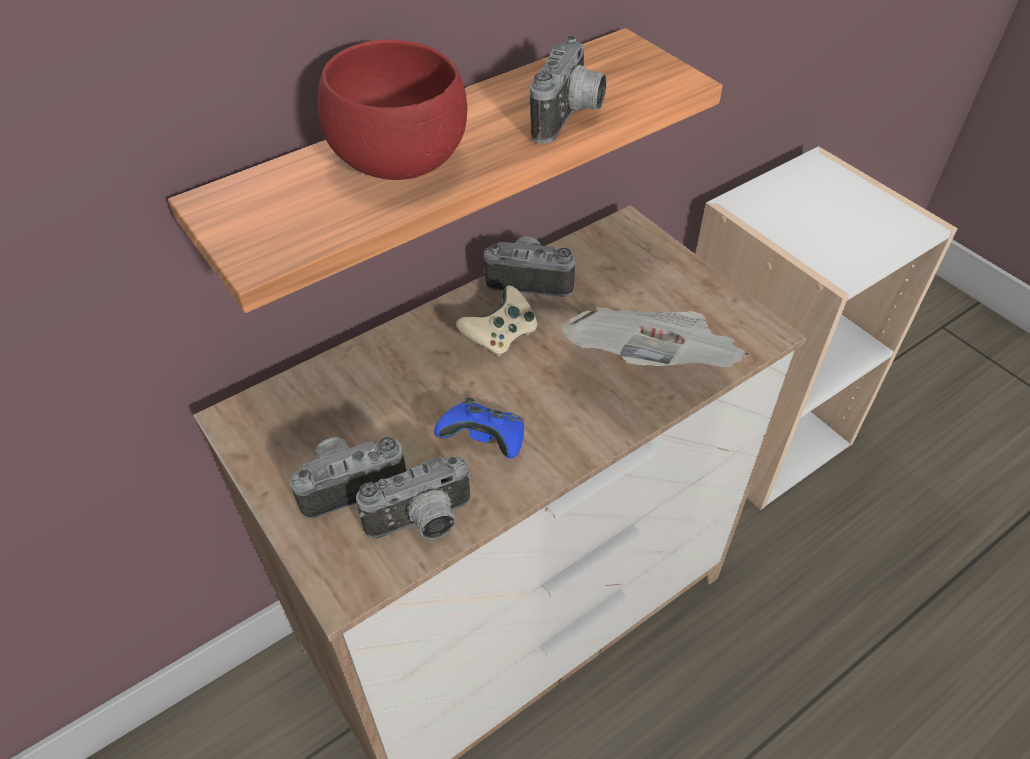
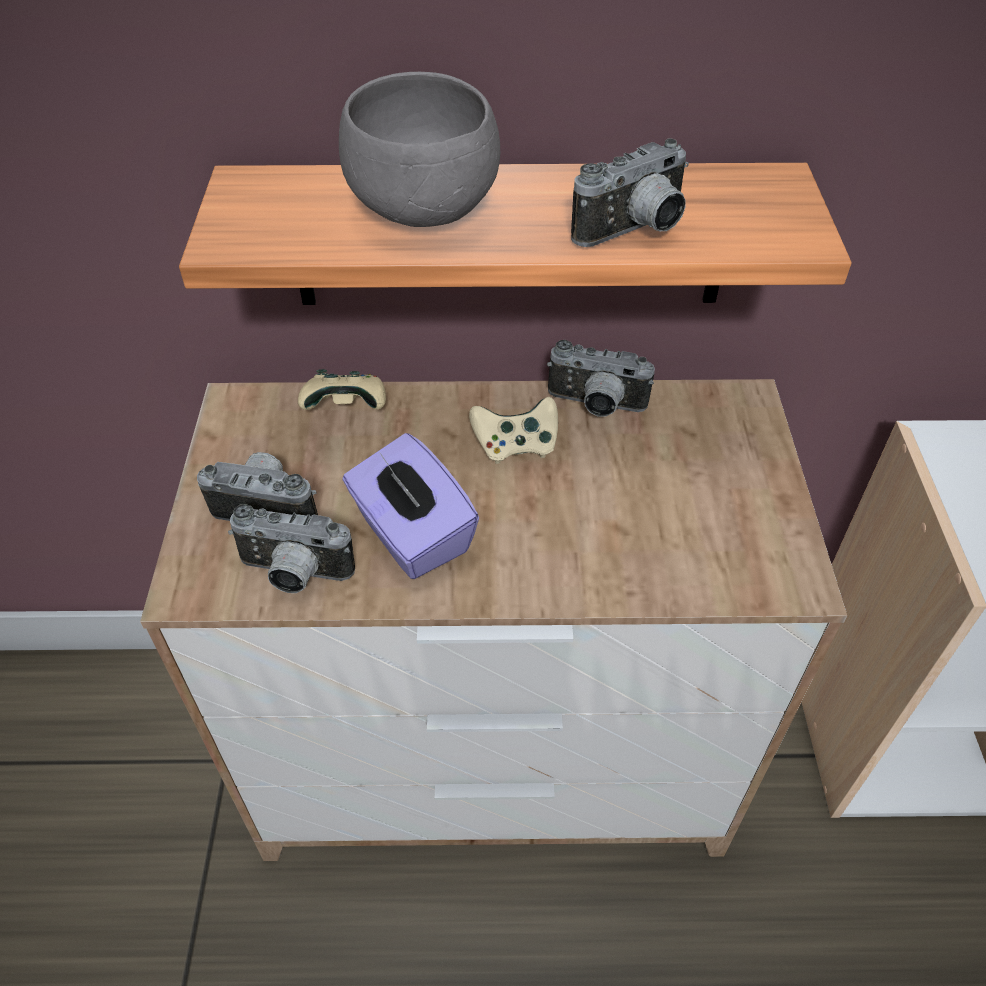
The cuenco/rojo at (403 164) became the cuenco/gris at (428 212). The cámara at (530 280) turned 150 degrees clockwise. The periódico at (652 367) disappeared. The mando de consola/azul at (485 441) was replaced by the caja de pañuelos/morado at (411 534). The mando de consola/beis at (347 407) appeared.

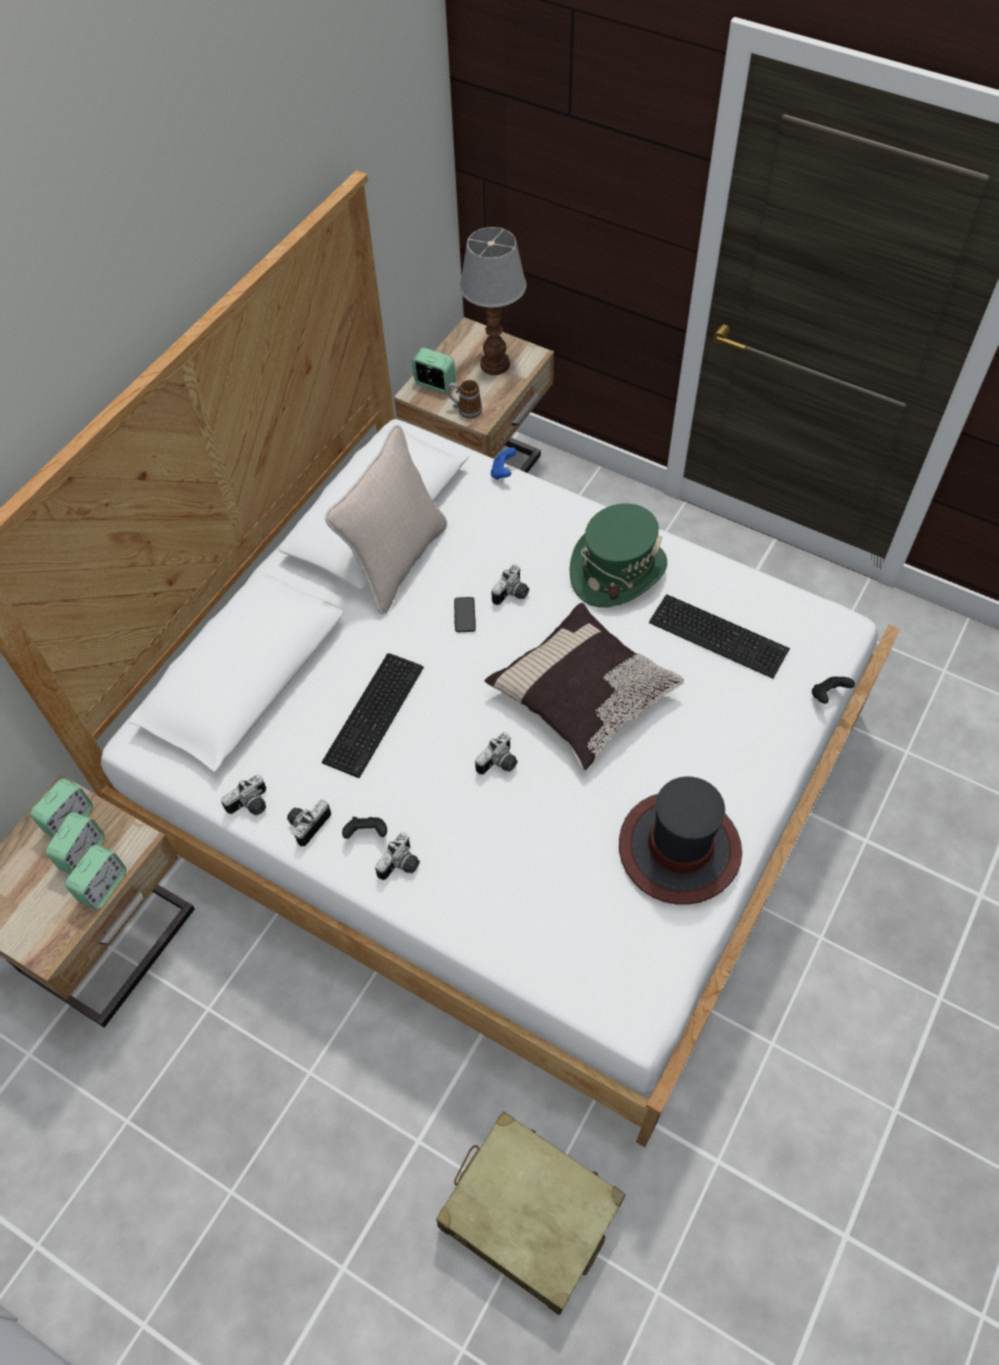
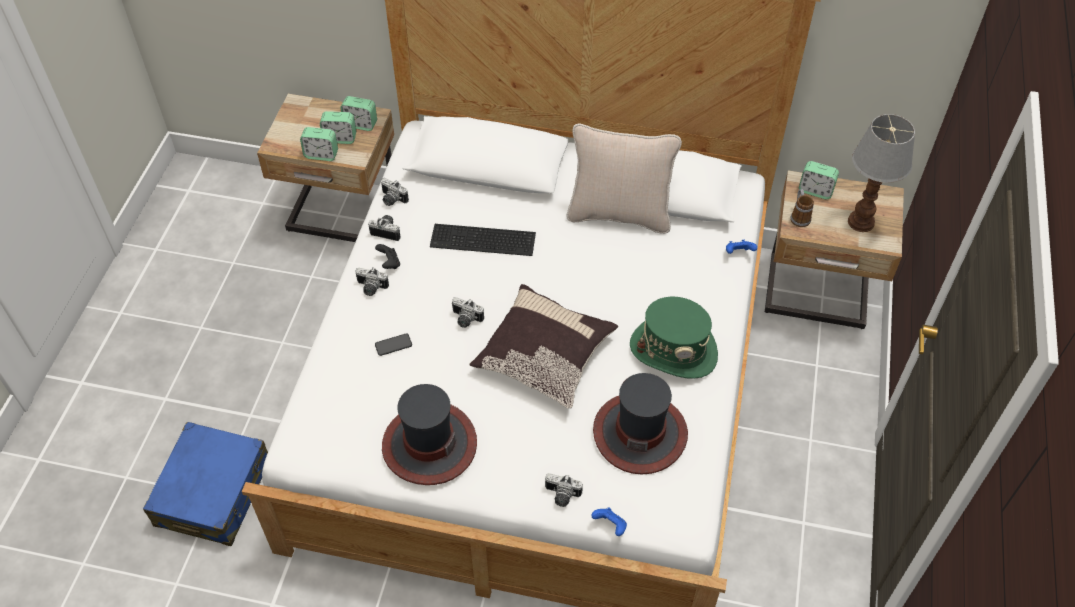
The despertador at (435 384) turned 105 degrees clockwise. The cámara moved from (512 594) to (561 496). The teclado at (718 633) was replaced by the sombrero at (640 433). The móvil moved from (464 615) to (393 345). The mando de consola/negro at (827 695) became the mando de consola/azul at (610 526). The maleta/beis at (529 1215) became the maleta/azul at (214 493).

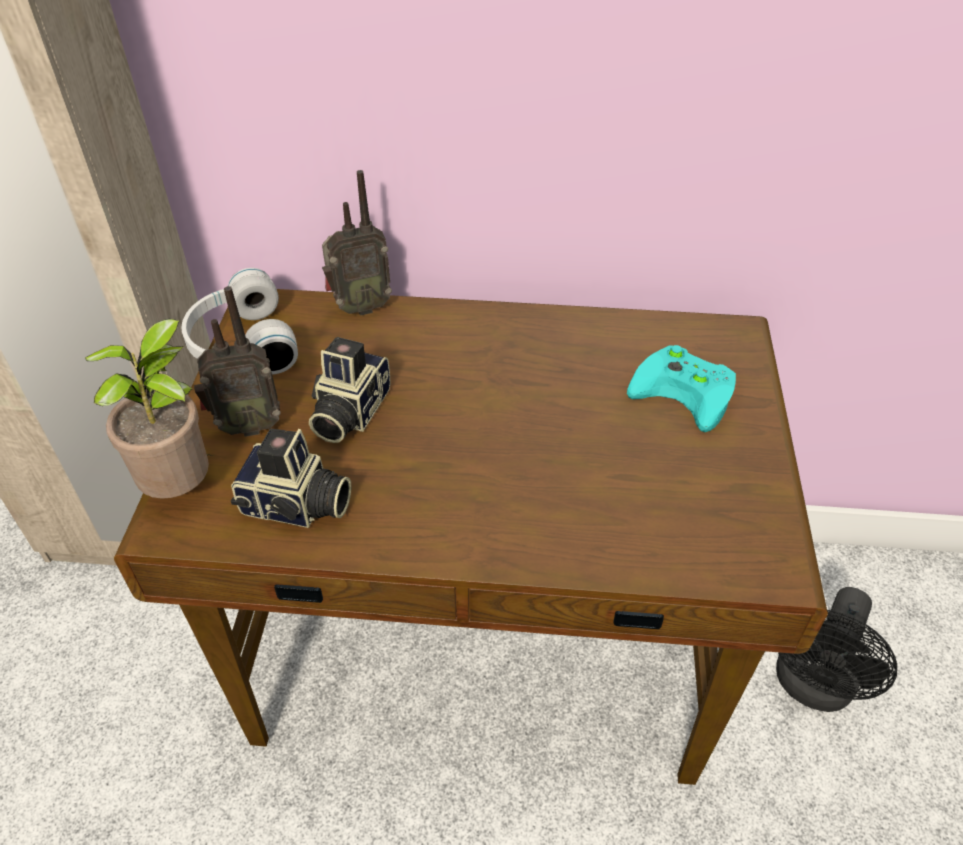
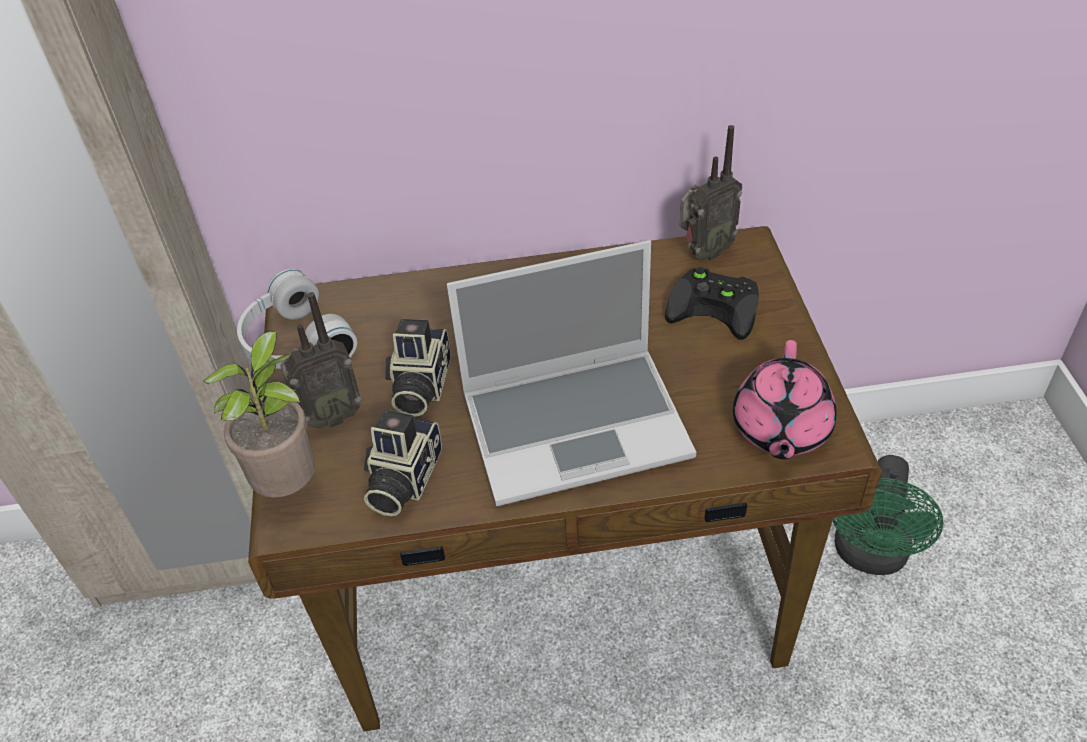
The radio moved from (359 307) to (704 253). The mando de consola/turquesa at (687 391) became the mando de consola/negro at (717 306). The cámara at (296 507) turned 105 degrees clockwise. The ventilador/negro at (812 687) became the ventilador/verde at (870 556). The portátil at (577 424) appeared. The tetera/rosa at (780 429) appeared.

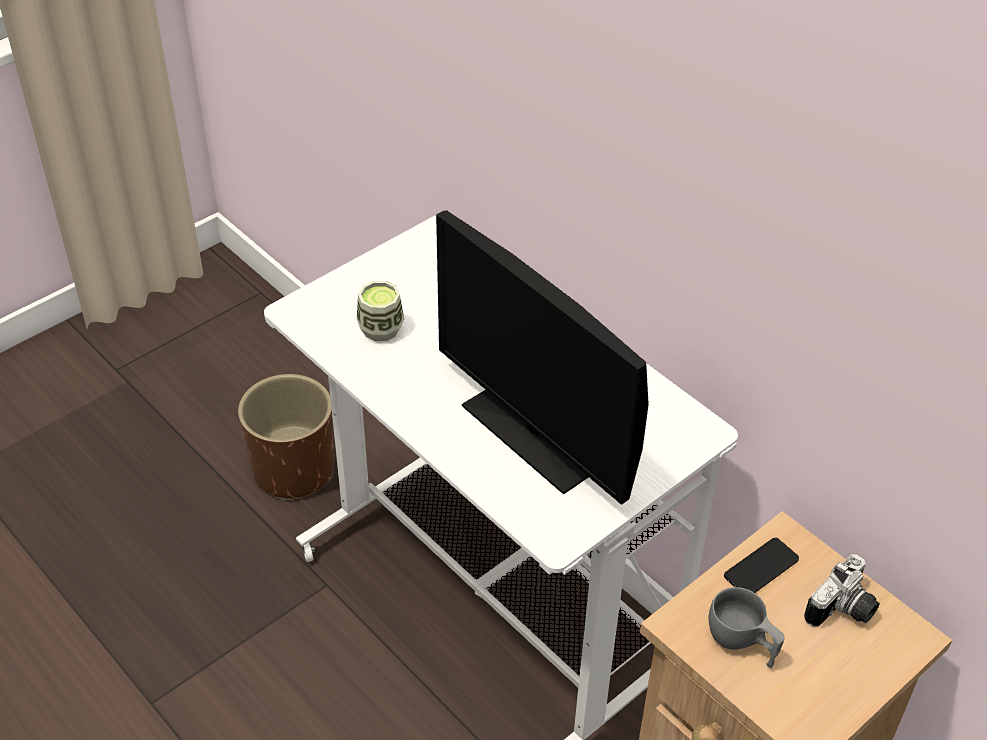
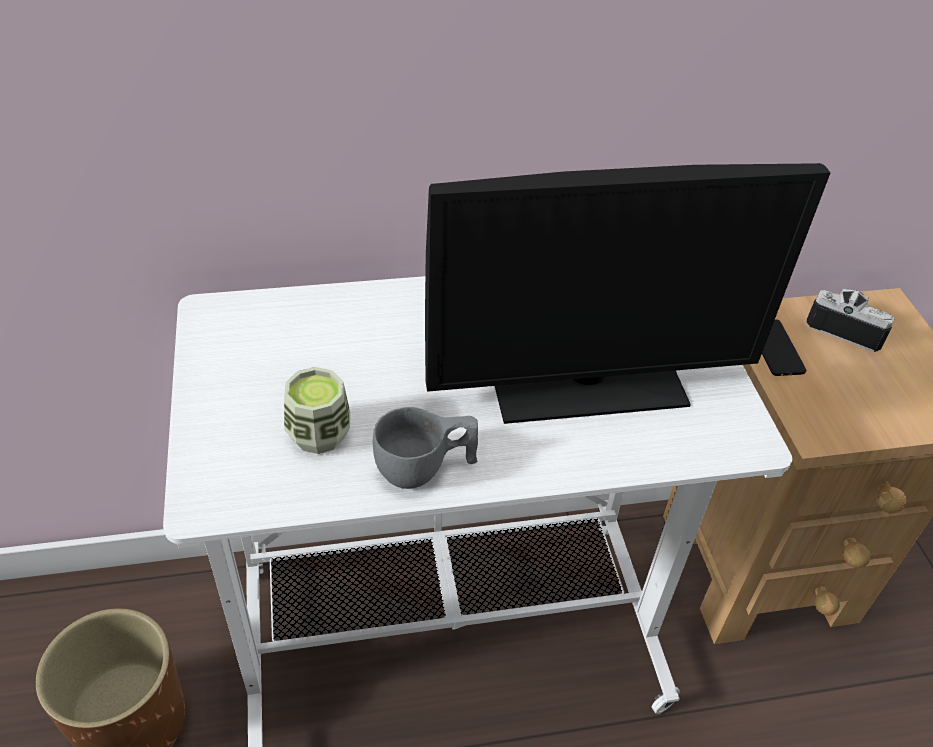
The cámara at (844 611) turned 45 degrees counterclockwise. The taza/gris moved from (741 643) to (425 469).

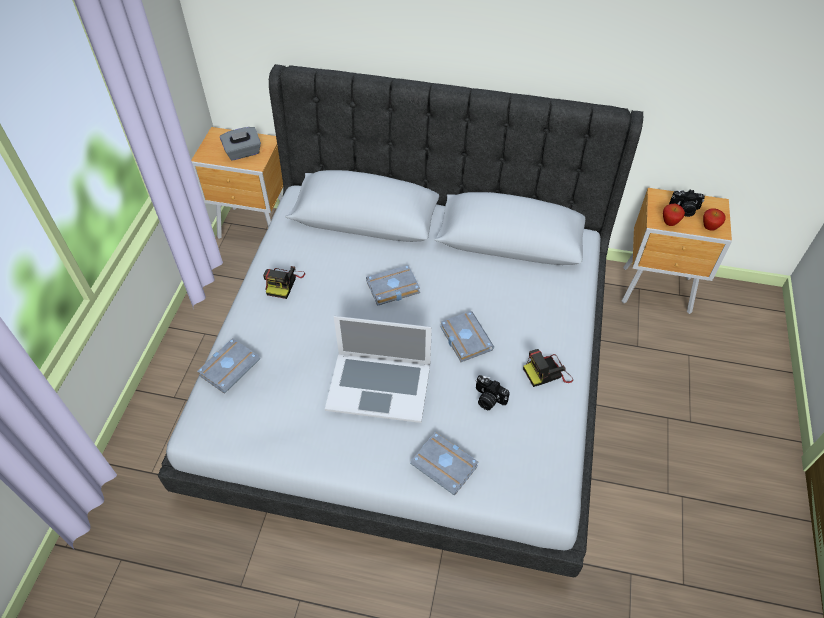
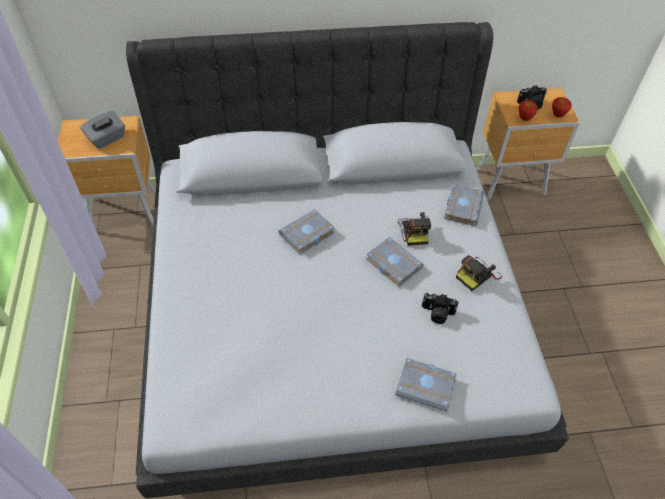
The cámara moved from (284 283) to (414 230). The portátil at (379 386) disappeared. The libro/gris moved from (229 366) to (462 206).

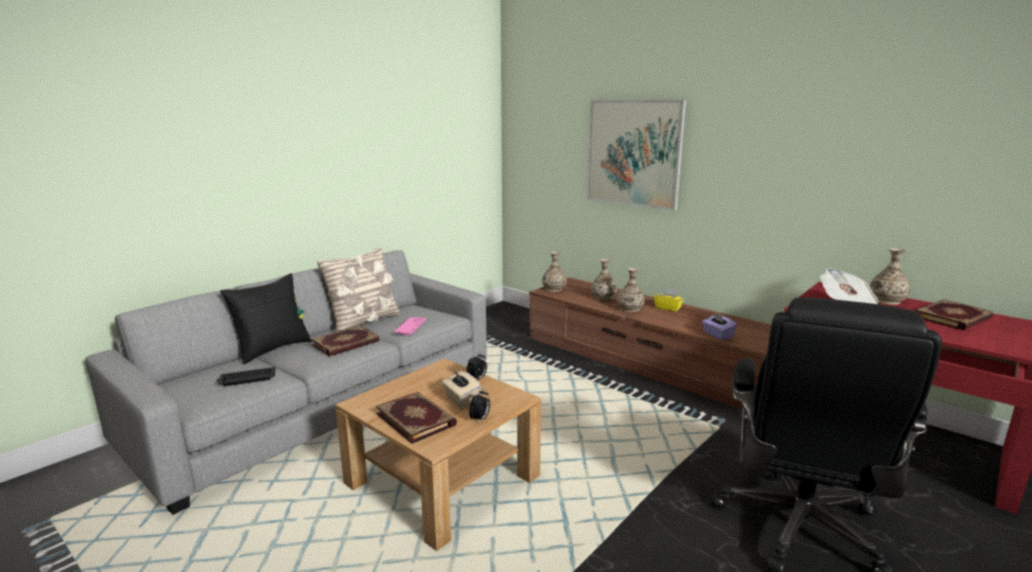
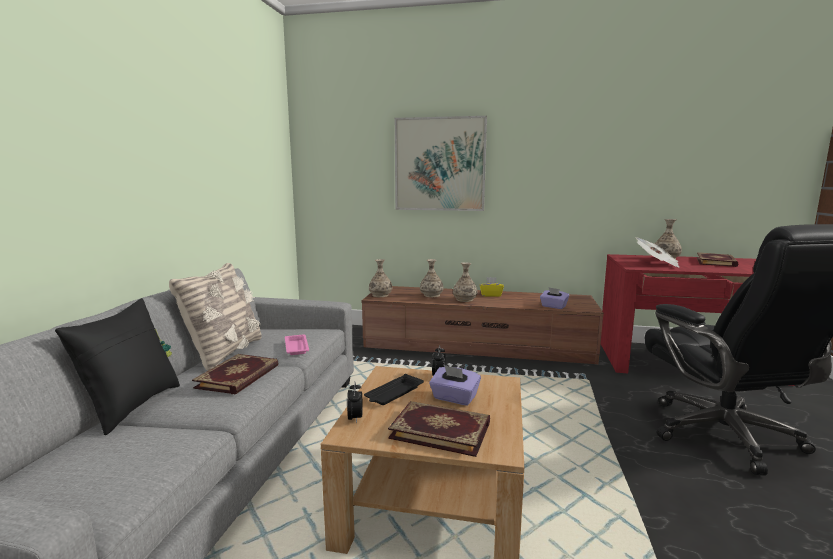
The bandeja/negro moved from (246 380) to (393 394). The caja de pañuelos/beis at (461 399) became the caja de pañuelos/morado at (454 398). The despertador moved from (480 419) to (355 419).

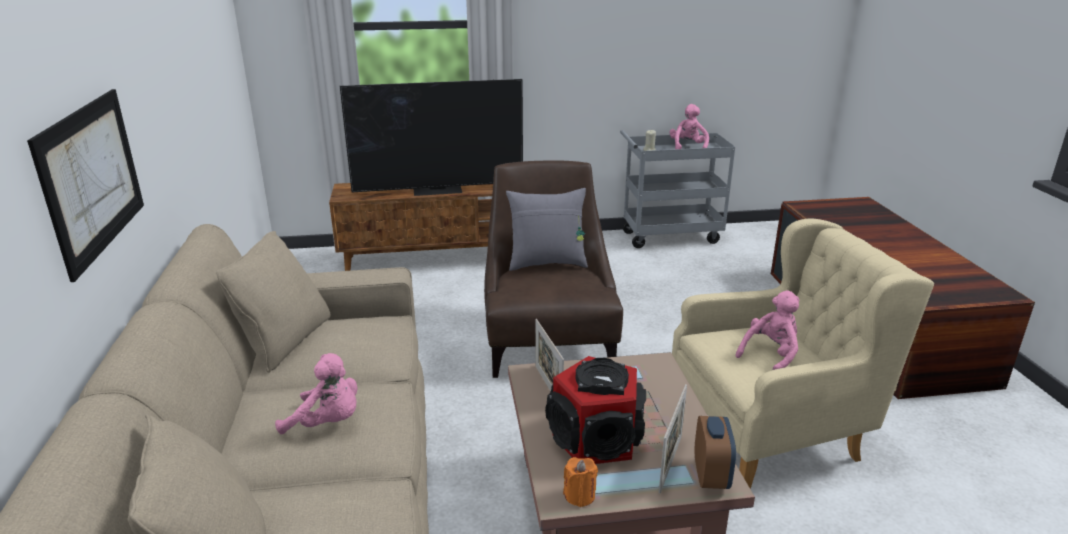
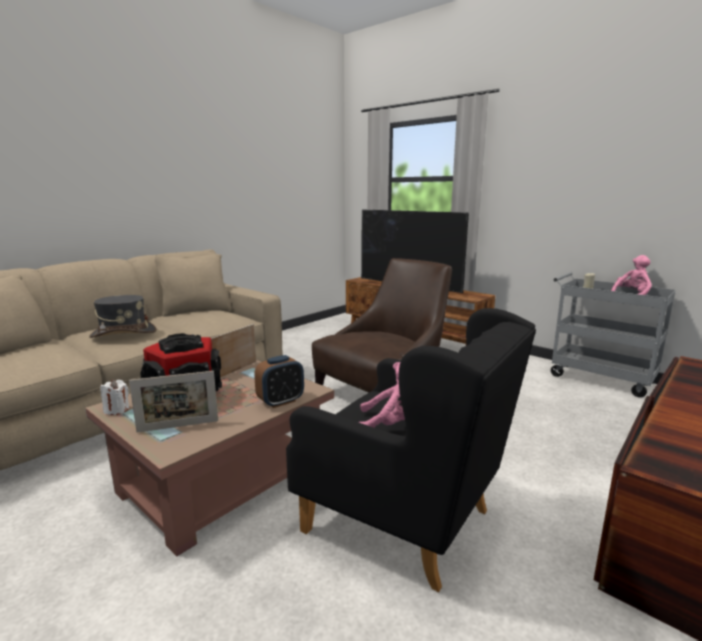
The cuadro at (92 178) disappeared. The cojín/gris at (547 264) disappeared. The sillón/beis at (773 434) became the sillón/negro at (406 520). The peluche/rosa at (327 423) was replaced by the sombrero/gris at (123 333). The despertador moved from (711 476) to (280 401). The vela/naranja at (579 495) became the vela/blanco at (117 410).

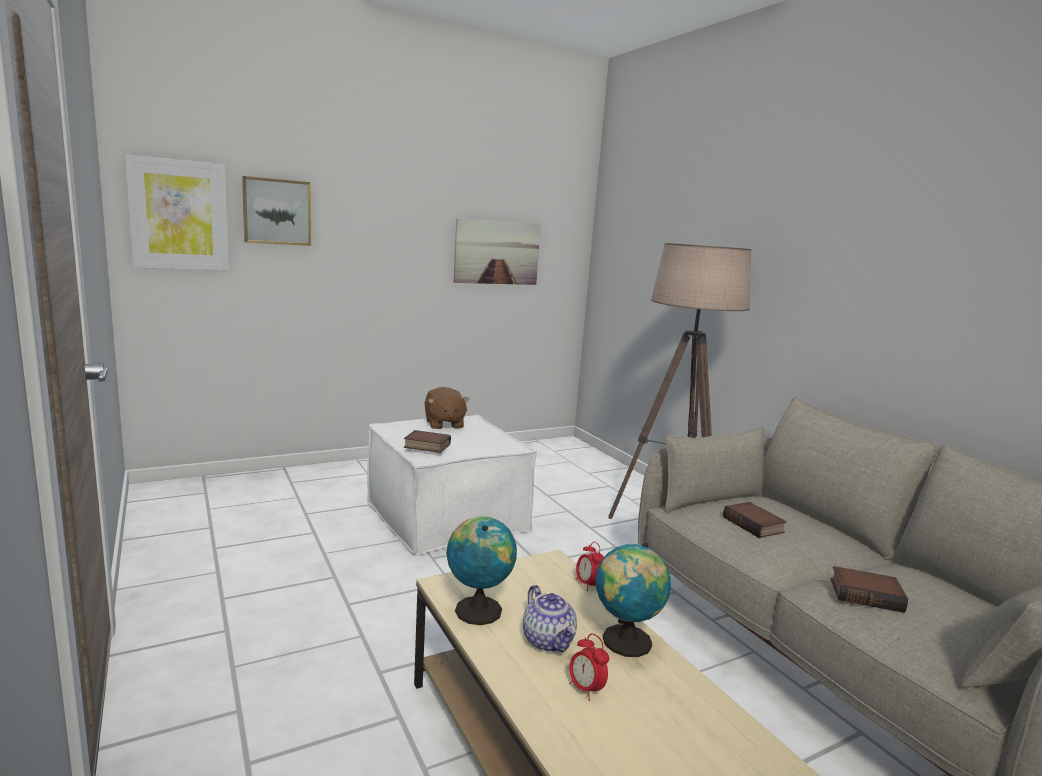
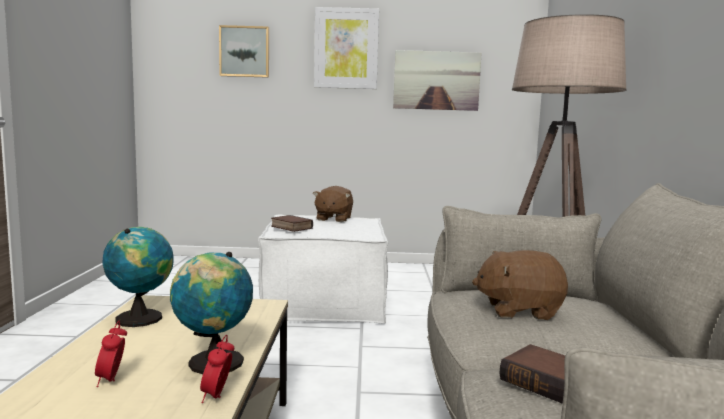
The cuadro moved from (179 215) to (346 48). The libro at (755 525) was replaced by the peluche/marrón at (519 310). The despertador moved from (587 584) to (217 397). The tetera at (549 641) disappeared.

